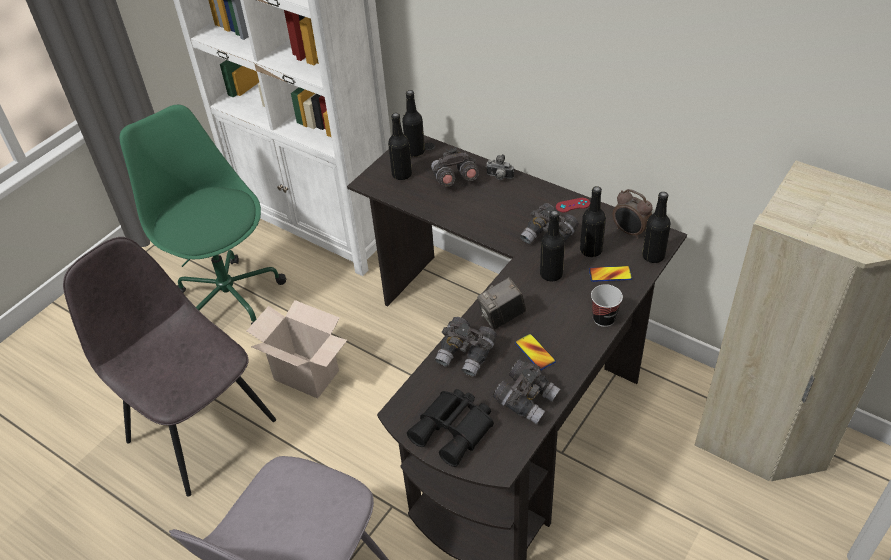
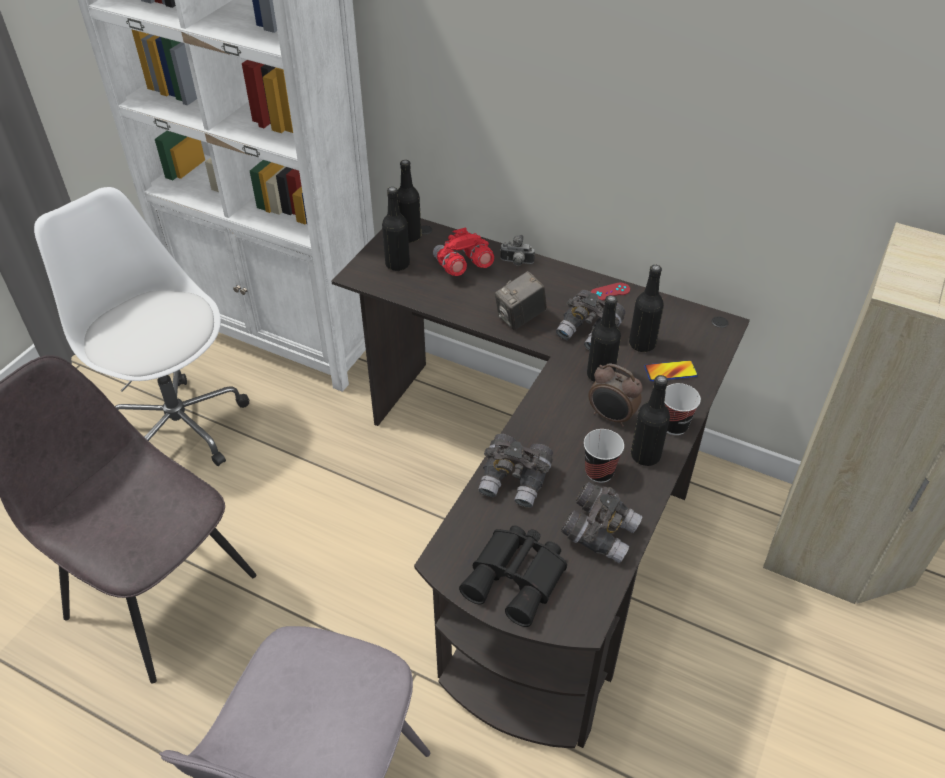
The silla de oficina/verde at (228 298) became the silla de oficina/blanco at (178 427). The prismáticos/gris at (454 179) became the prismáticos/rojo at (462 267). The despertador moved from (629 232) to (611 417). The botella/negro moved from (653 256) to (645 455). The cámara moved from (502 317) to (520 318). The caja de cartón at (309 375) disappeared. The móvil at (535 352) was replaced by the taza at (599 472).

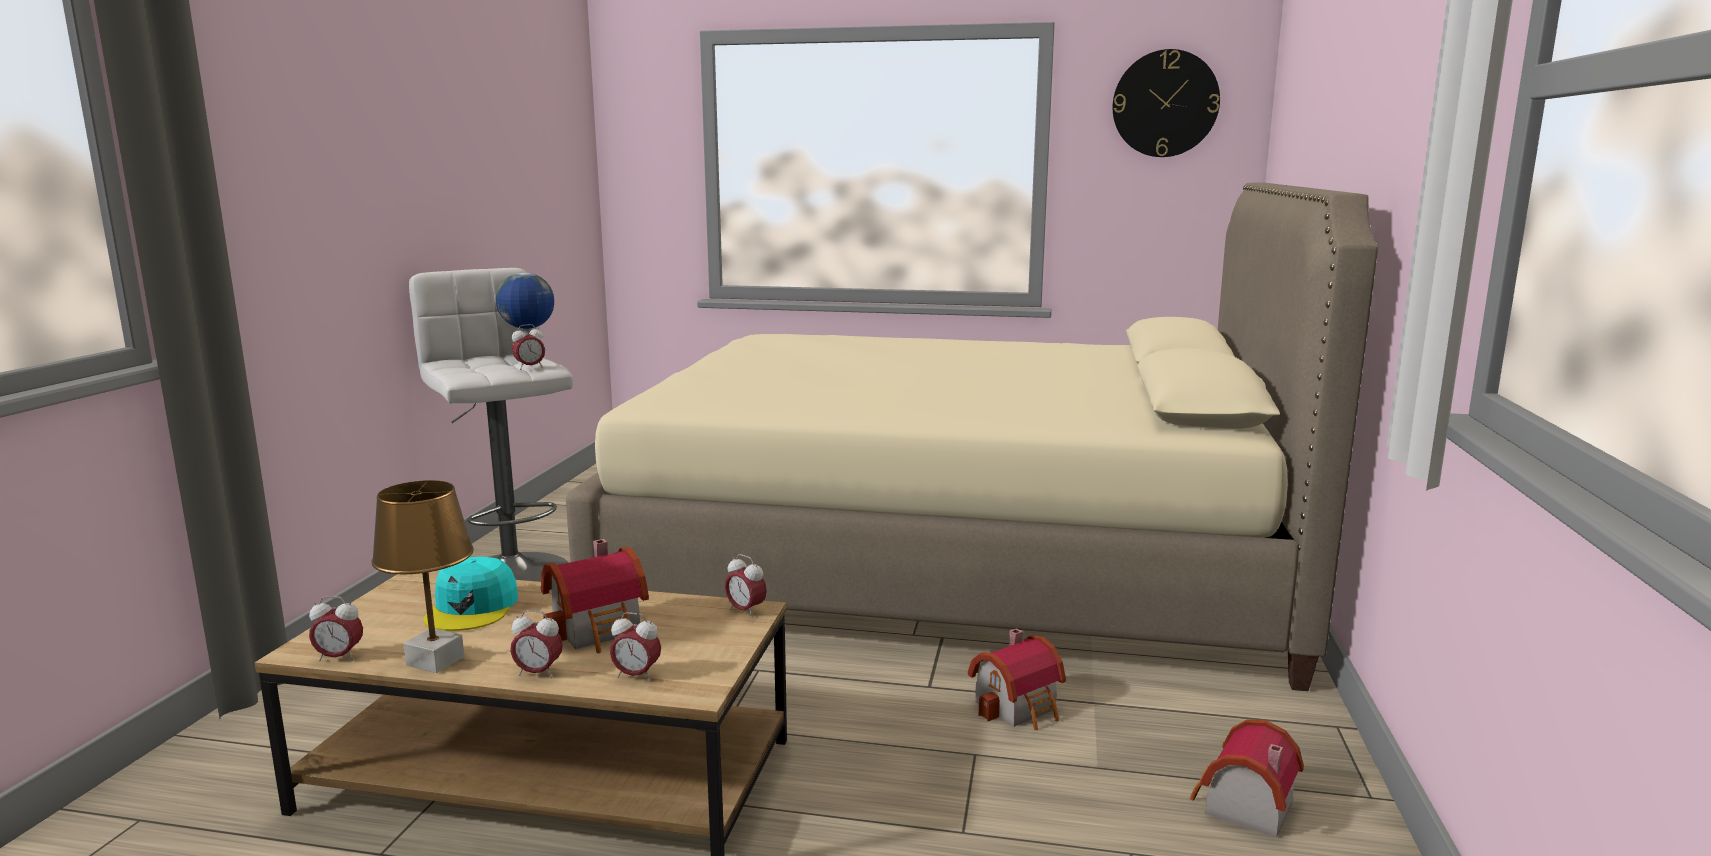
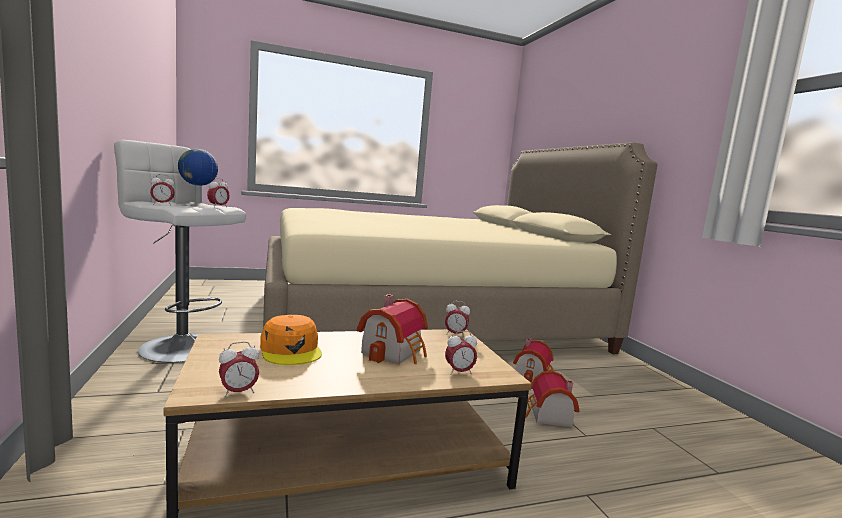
The reloj de pared at (1165 104) disappeared. The lámpara de mesa/marrón at (436 661) disappeared. The gorra/turquesa at (473 608) became the gorra/naranja at (291 350). The despertador moved from (538 673) to (162 204). The casita moved from (1242 807) to (548 416).

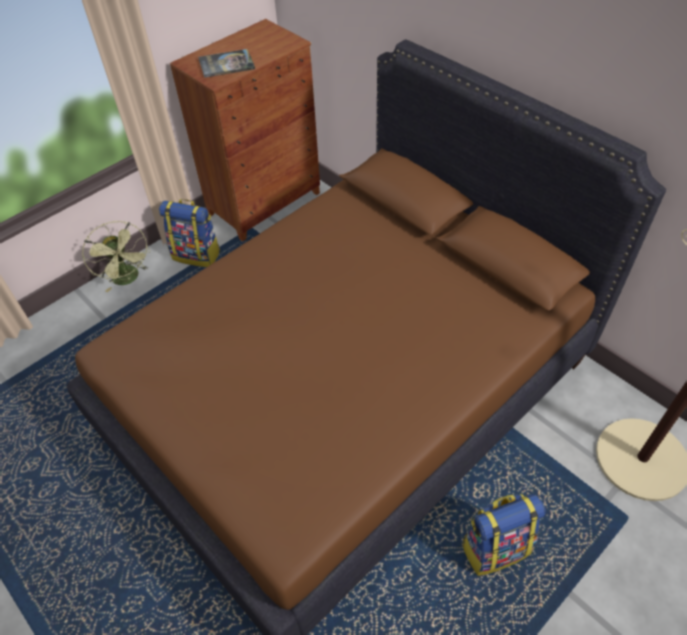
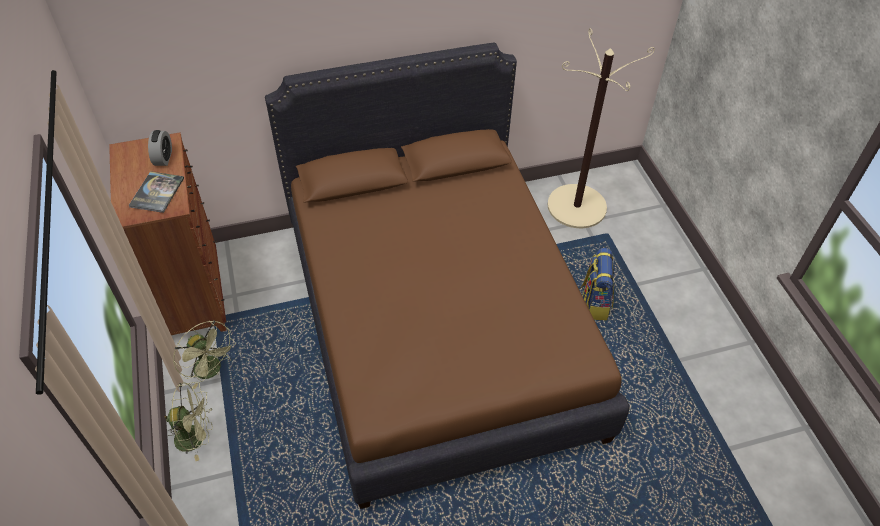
The mochila at (197 255) was replaced by the ventilador/verde at (212 371). The despertador at (163 158) appeared.

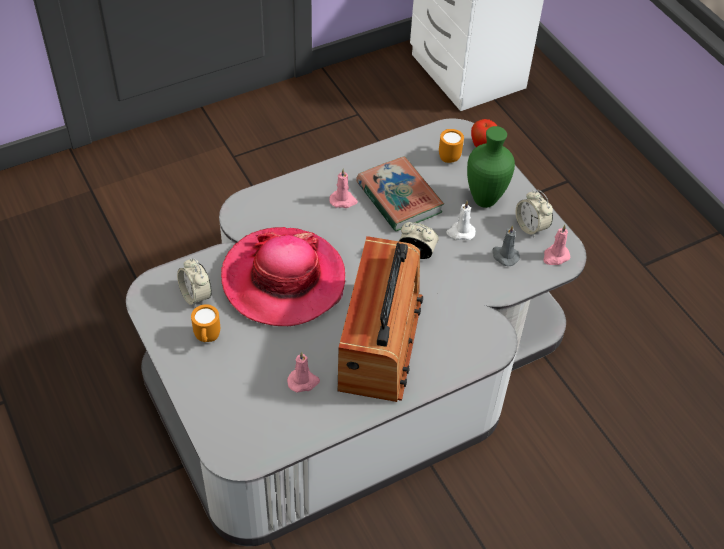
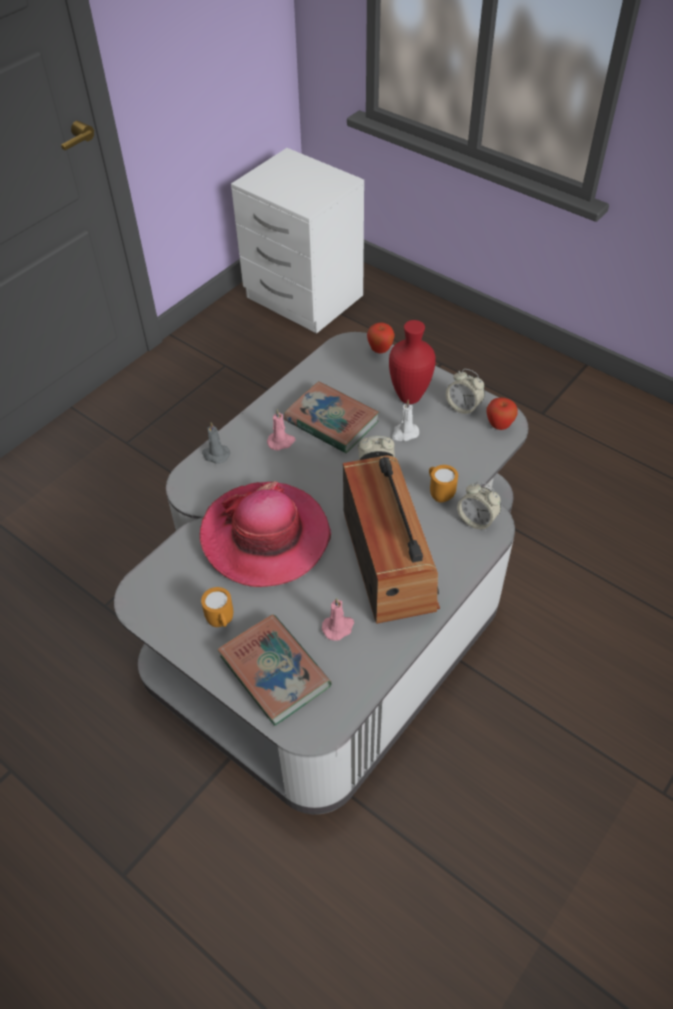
The florero/verde at (484 199) became the florero/rojo at (409 396). The taza grande/naranja moved from (448 156) to (439 494). The vela/gris moved from (504 256) to (215 455). The vela/rosa at (555 256) was replaced by the manzana at (499 425). The despertador moved from (196 296) to (477 520). The libro at (274 672) appeared.

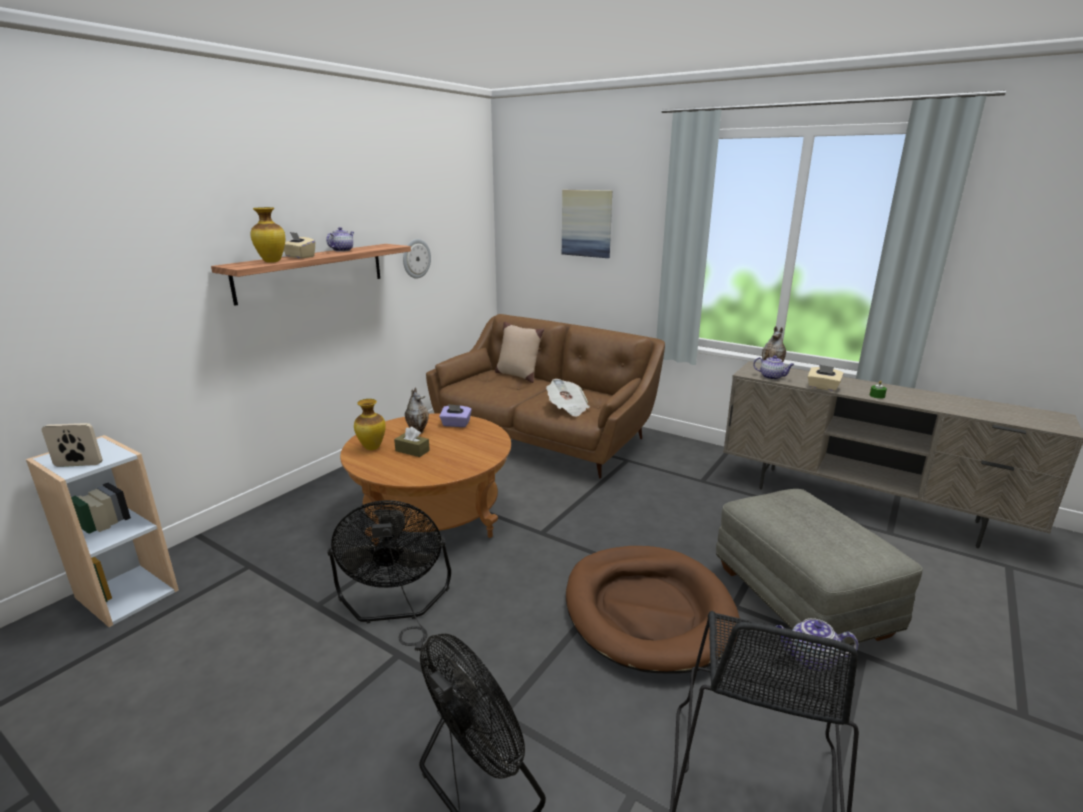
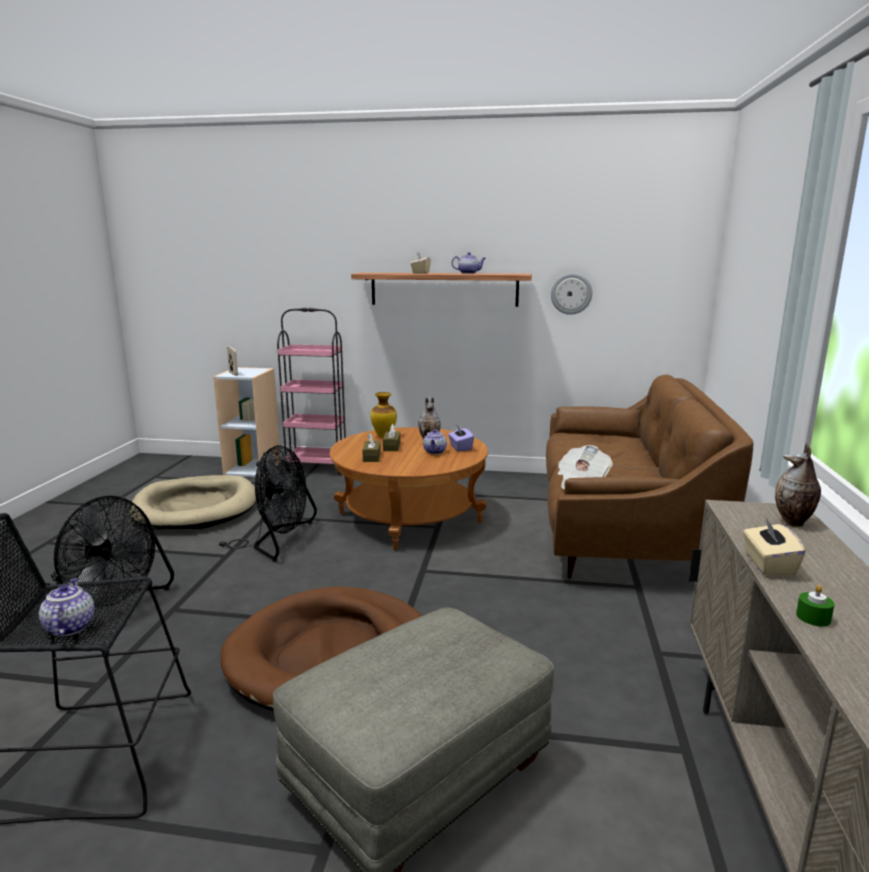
The cuadro at (587 223) disappeared. The florero at (272 262) disappeared. The cojín/beis at (518 375) disappeared. The tetera moved from (772 377) to (435 452). The ventilador/negro at (396 608) turned 45 degrees clockwise. The carrito/rosa at (317 468) appeared. The caja de pañuelos/marrón at (371 457) appeared. The cama para perro/beis at (196 507) appeared.

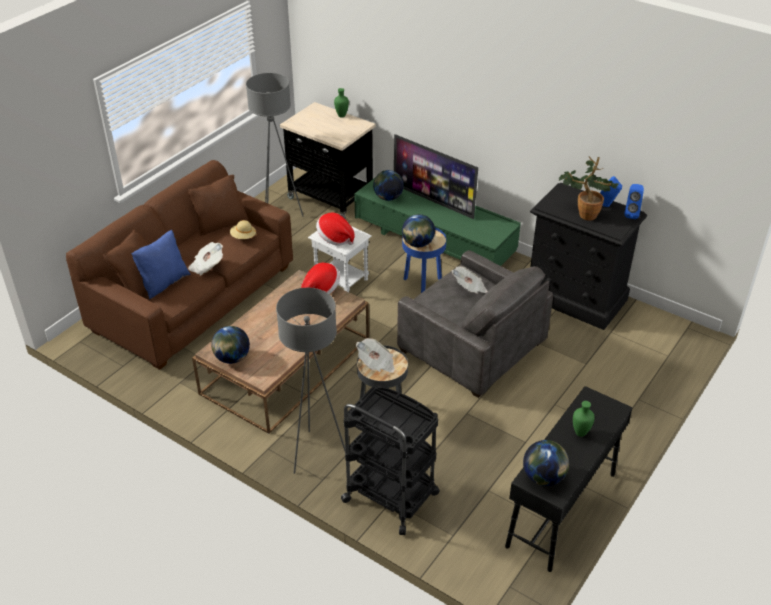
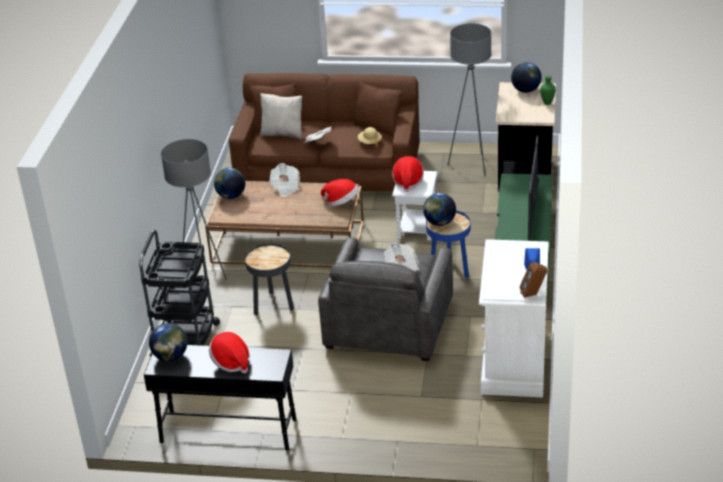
The planta en maceta at (584 213) disappeared. The globo terráqueo moved from (388 197) to (526 90). The cómoda/negro at (574 298) became the cómoda/blanco at (513 363). The altavoz/azul at (631 214) became the altavoz/marrón at (533 294). The cojín/azul at (164 283) became the cojín/beis at (282 133). The periódico moved from (376 364) to (285 187). The florero/verde at (581 433) was replaced by the sombrero at (231 362).

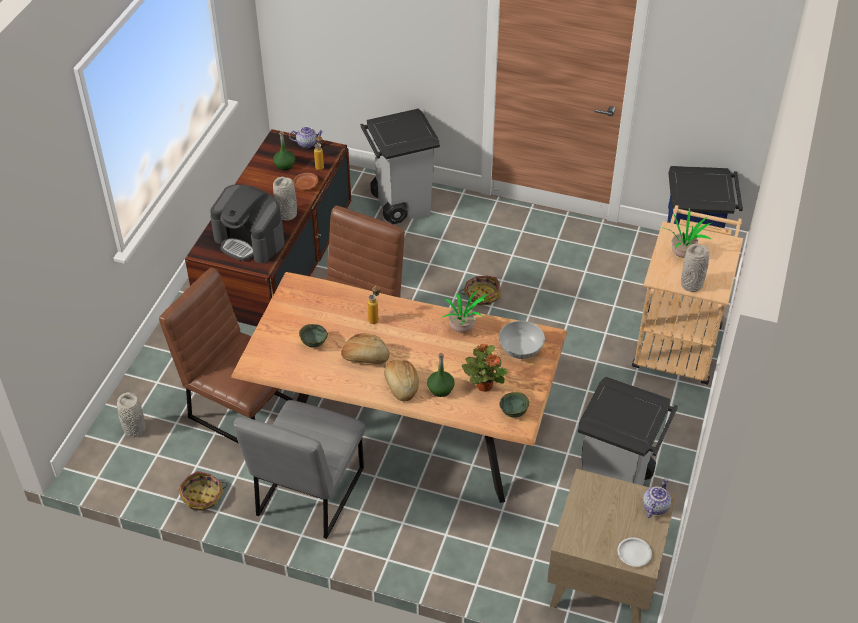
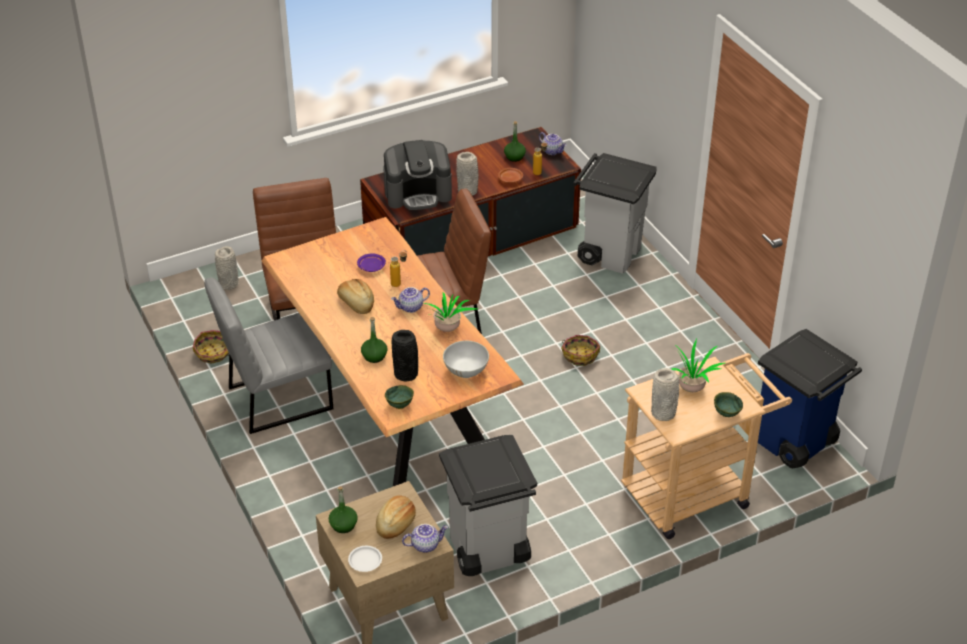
The cafetera at (250 240) turned 90 degrees counterclockwise. The cuenco/verde moved from (313 343) to (726 413). The planta en maceta at (484 385) was replaced by the florero/negro at (406 374). The pan moved from (400 386) to (396 523). The plato/morado at (371 267) appeared. The tetera at (411 308) appeared. The botella/verde at (343 525) appeared.

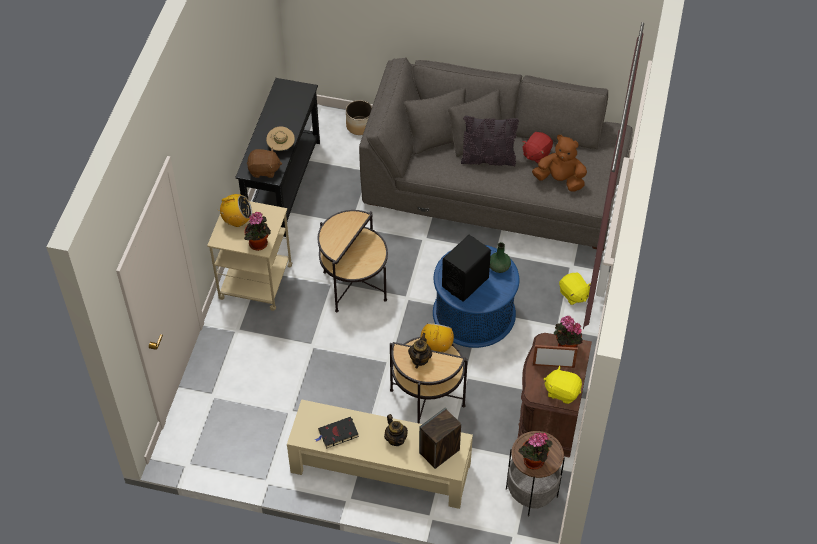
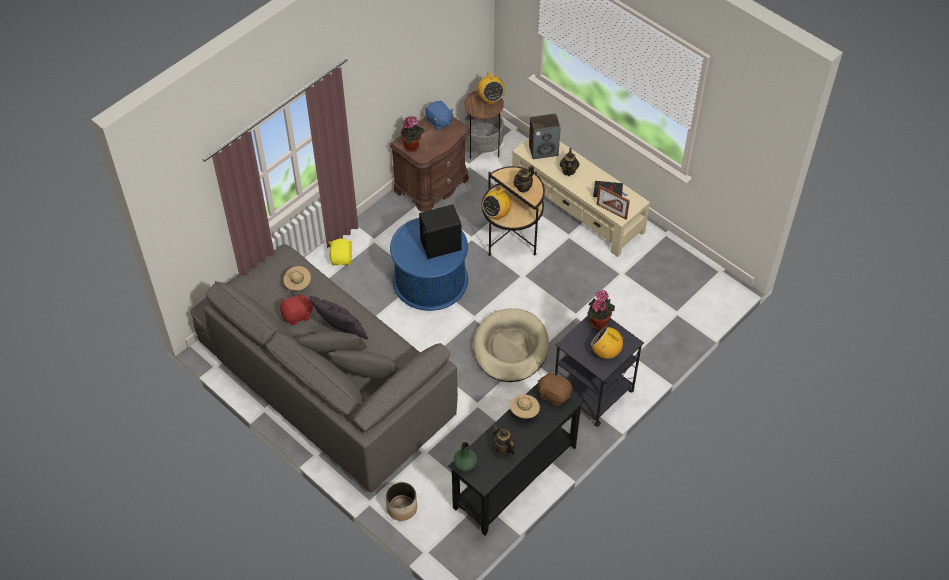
The peluche/marrón at (560 180) was replaced by the sombrero/beis at (298 285). The carrito/beis at (255 280) became the carrito/negro at (592 393). The mesa auxiliar at (355 286) was replaced by the cama para perro/beis at (510 348). The florero/verde moved from (499 267) to (465 464). The portarretratos moved from (553 365) to (611 211). The peluche/amarillo at (562 391) became the peluche/azul at (439 121). The planta en maceta at (533 463) was replaced by the radio at (490 99). The tetera at (503 447) appeared.

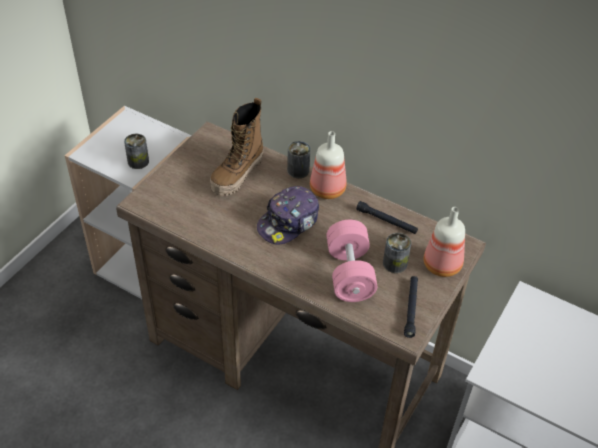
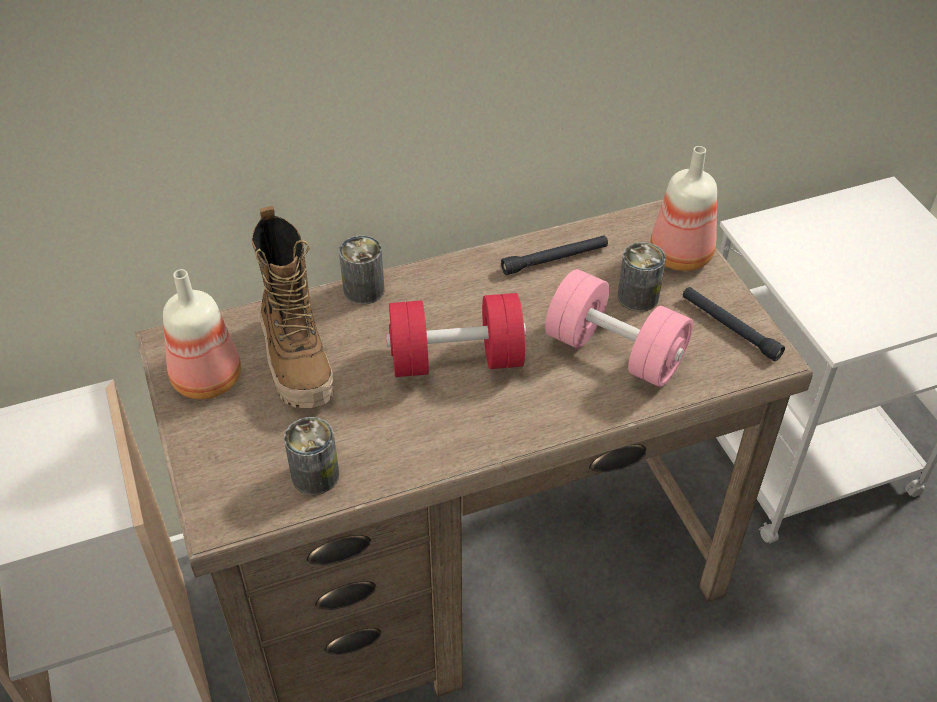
The botella moved from (327 188) to (205 378). The lata moved from (138 161) to (315 475). The gorra at (289 222) was replaced by the mancuerna/rojo at (456 359).

